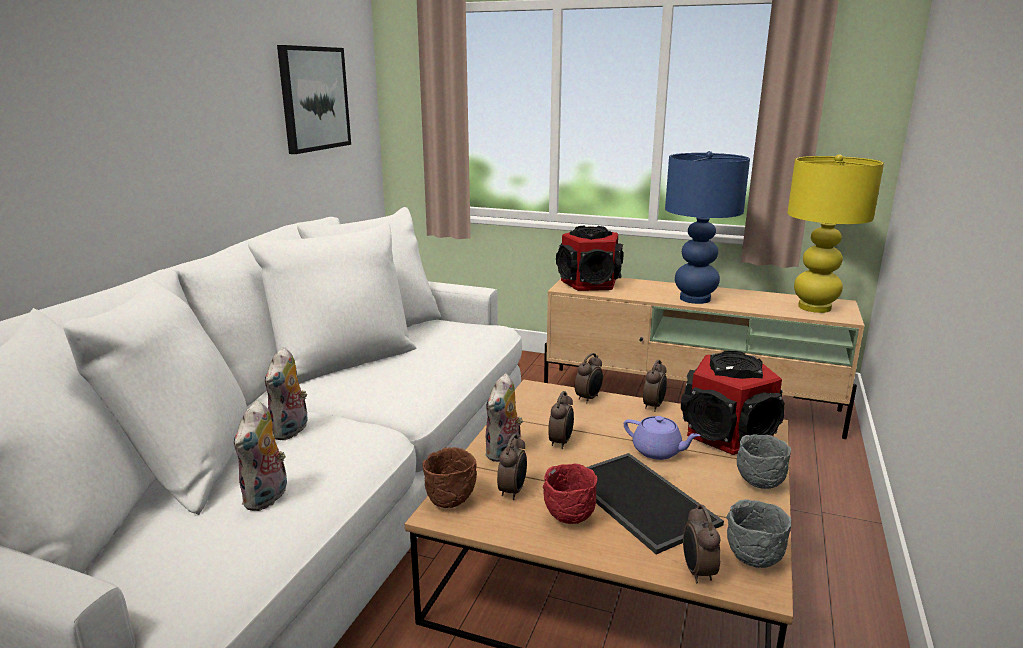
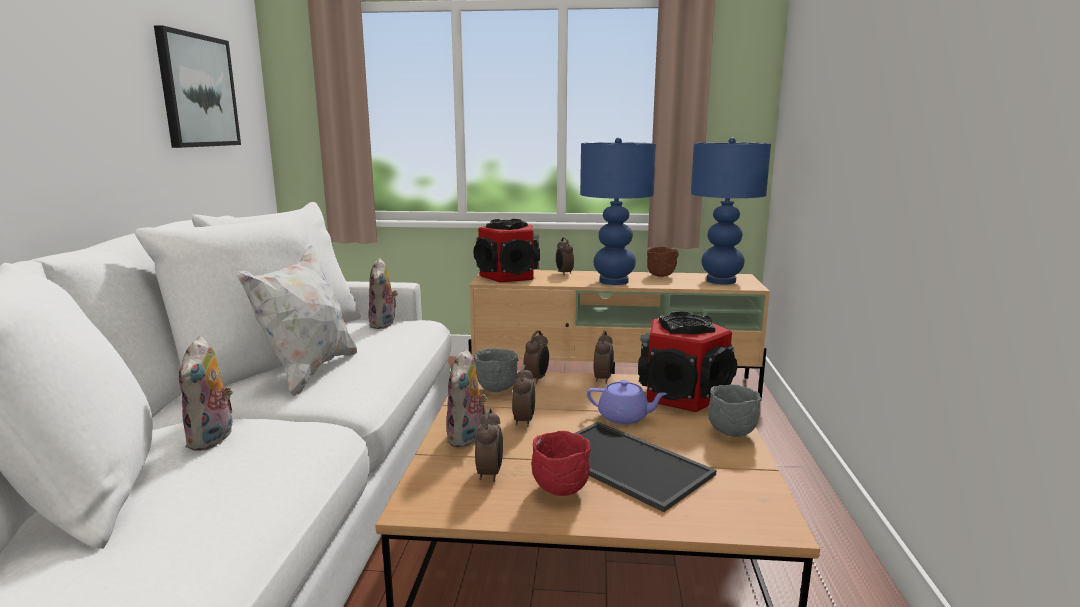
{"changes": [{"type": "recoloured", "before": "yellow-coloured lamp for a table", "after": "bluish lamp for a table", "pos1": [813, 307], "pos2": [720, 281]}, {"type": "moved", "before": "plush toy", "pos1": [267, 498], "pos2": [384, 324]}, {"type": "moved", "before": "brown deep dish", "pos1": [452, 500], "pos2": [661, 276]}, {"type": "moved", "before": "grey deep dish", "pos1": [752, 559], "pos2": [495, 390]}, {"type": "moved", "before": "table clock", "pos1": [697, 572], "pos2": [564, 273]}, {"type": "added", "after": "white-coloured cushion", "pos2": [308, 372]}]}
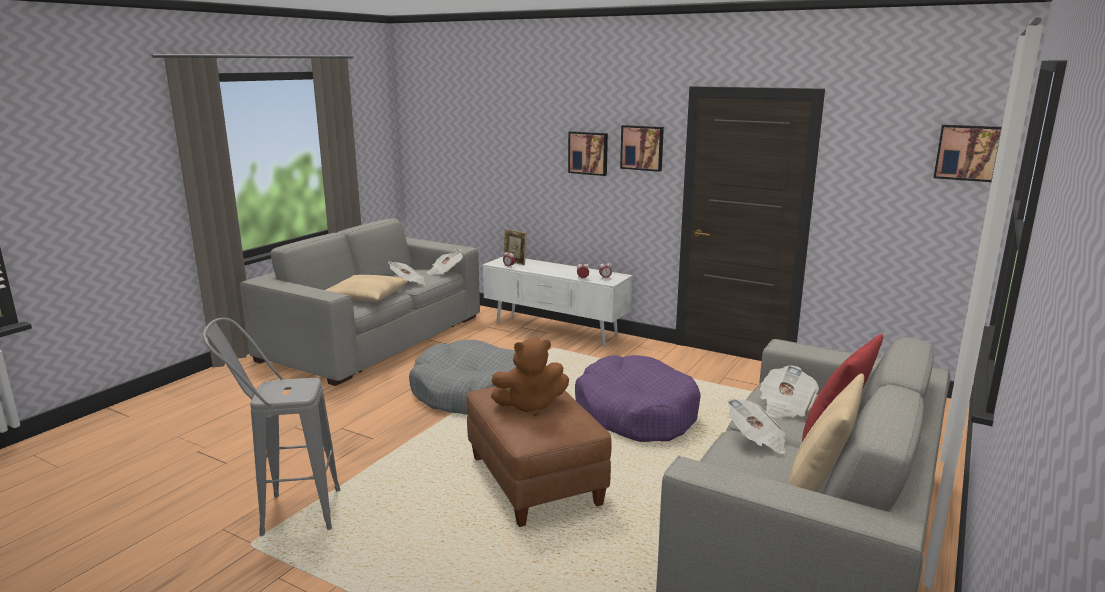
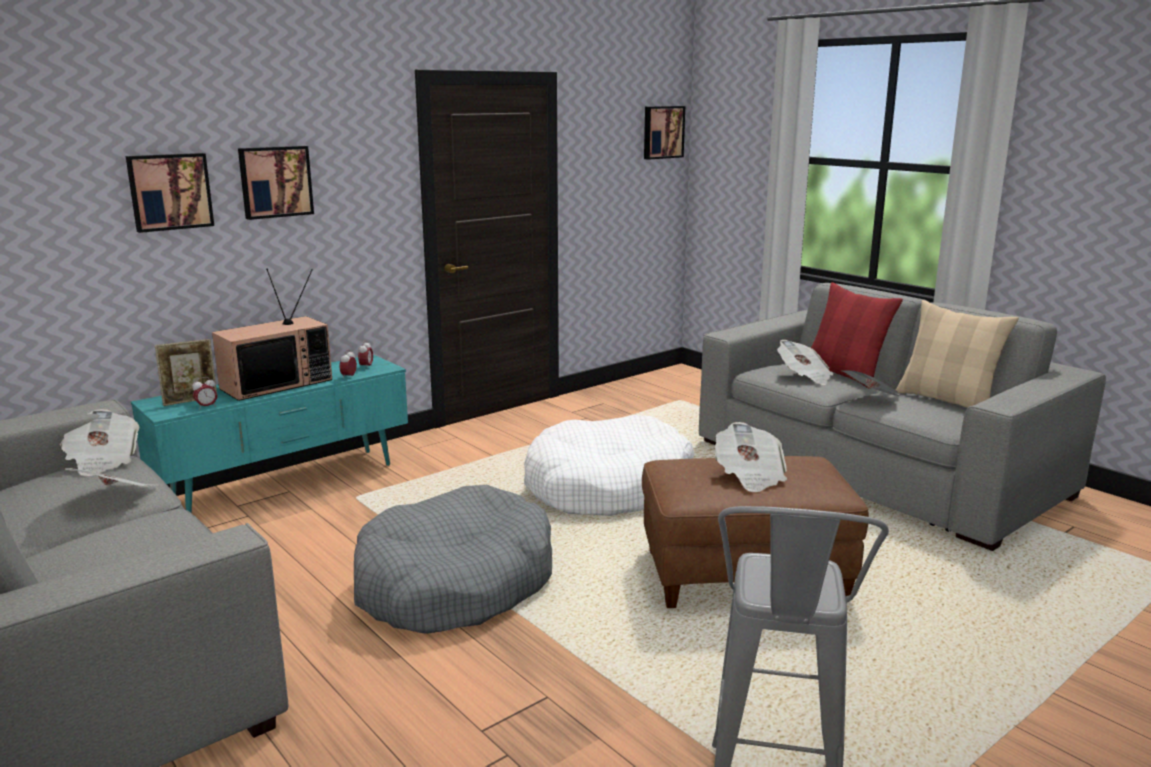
{"changes": [{"type": "moved", "before": "wall art", "pos1": [642, 147], "pos2": [170, 191]}, {"type": "recoloured", "before": "white-coloured tv stand", "after": "blue-green tv stand", "pos1": [555, 330], "pos2": [286, 484]}, {"type": "removed", "before": "beige-coloured cushion", "pos1": [365, 296]}, {"type": "replaced", "before": "brown plush toy", "after": "printed paper", "pos1": [530, 405], "pos2": [749, 476]}, {"type": "recoloured", "before": "purple pet bed", "after": "white-coloured pet bed", "pos1": [636, 413], "pos2": [608, 487]}, {"type": "added", "after": "TV", "pos2": [277, 383]}]}
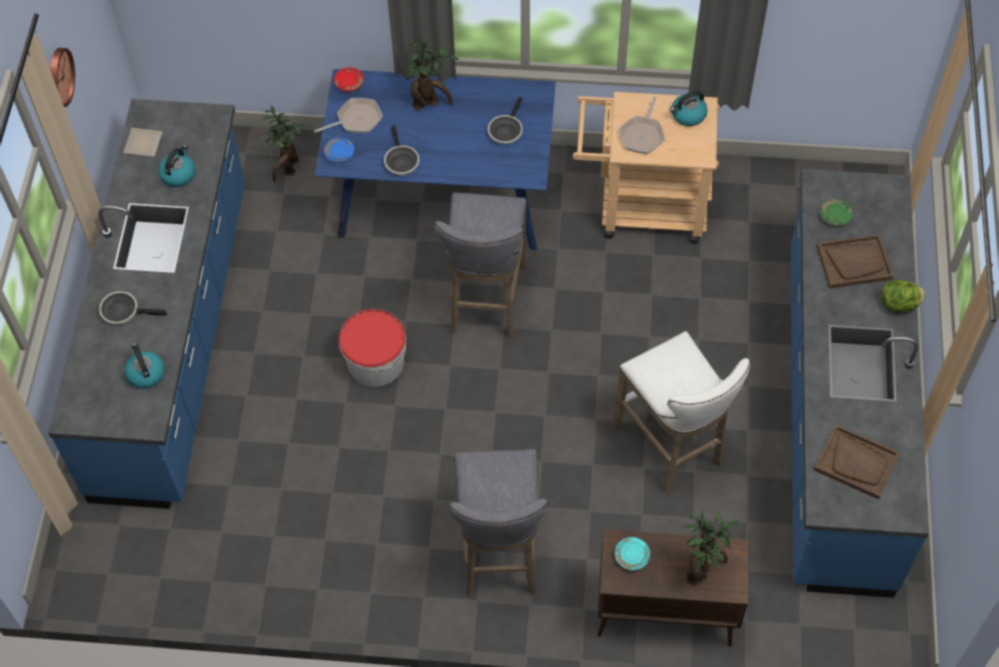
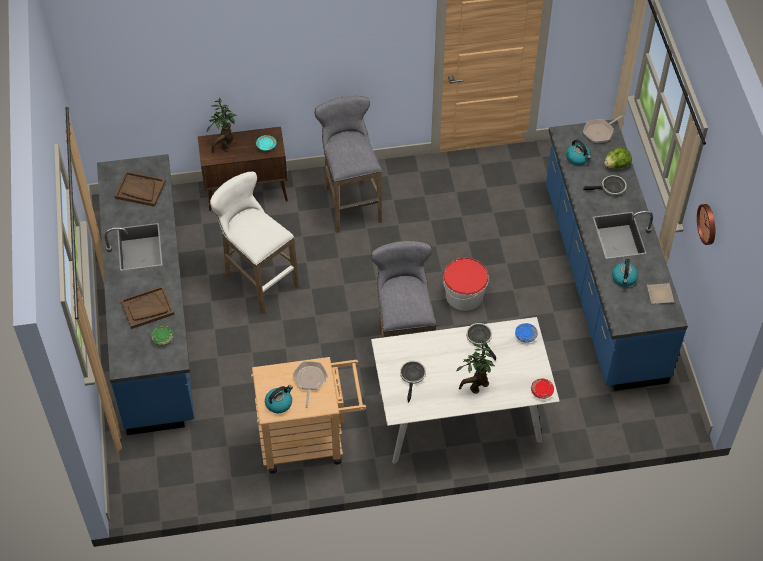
{"changes": [{"type": "recoloured", "before": "bluish kitchen table", "after": "white-coloured kitchen table", "pos1": [441, 200], "pos2": [460, 415]}, {"type": "moved", "before": "frying pan", "pos1": [356, 120], "pos2": [600, 132]}, {"type": "removed", "before": "plant in a pot", "pos1": [288, 168]}, {"type": "moved", "before": "lettuce head", "pos1": [899, 304], "pos2": [616, 165]}]}
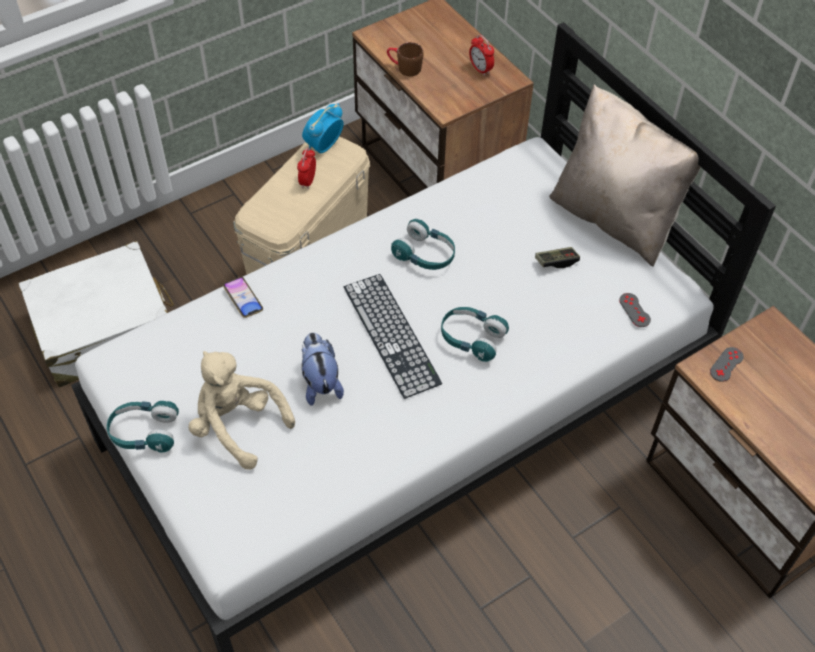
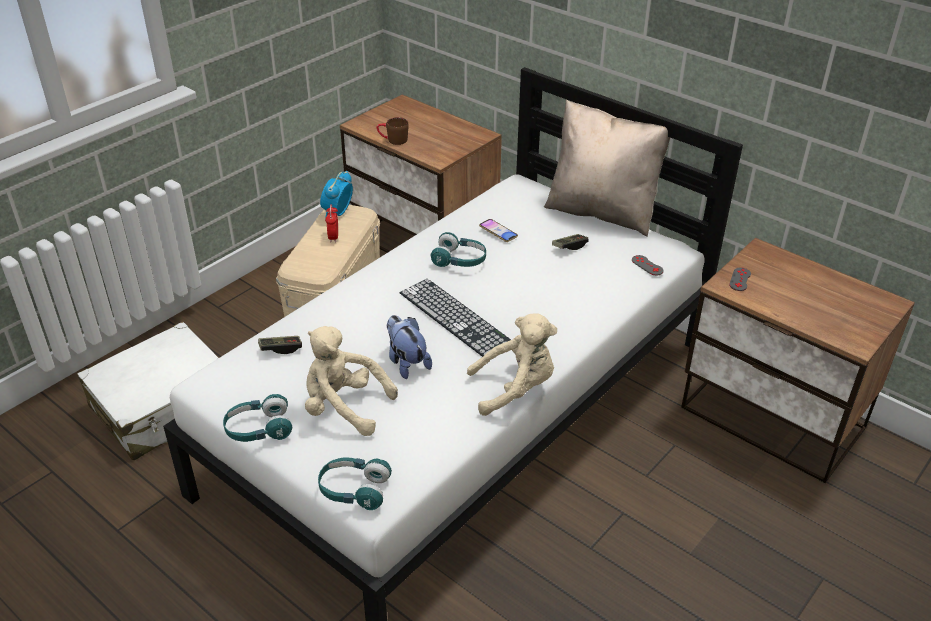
{"changes": [{"type": "removed", "before": "table clock", "pos1": [480, 69]}, {"type": "moved", "before": "telephone", "pos1": [243, 299], "pos2": [498, 233]}, {"type": "moved", "before": "blue-green headset", "pos1": [471, 338], "pos2": [354, 490]}, {"type": "added", "after": "beige-coloured plush toy", "pos2": [515, 389]}, {"type": "added", "after": "game controller", "pos2": [280, 349]}]}
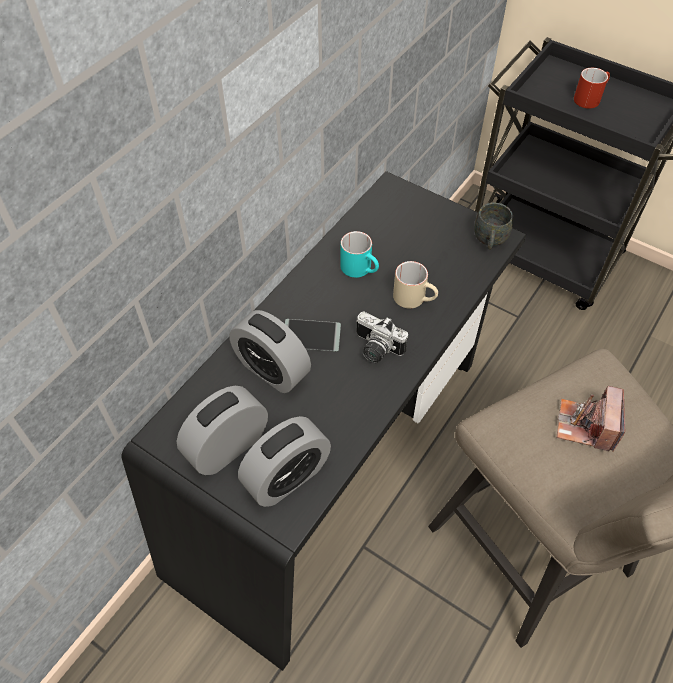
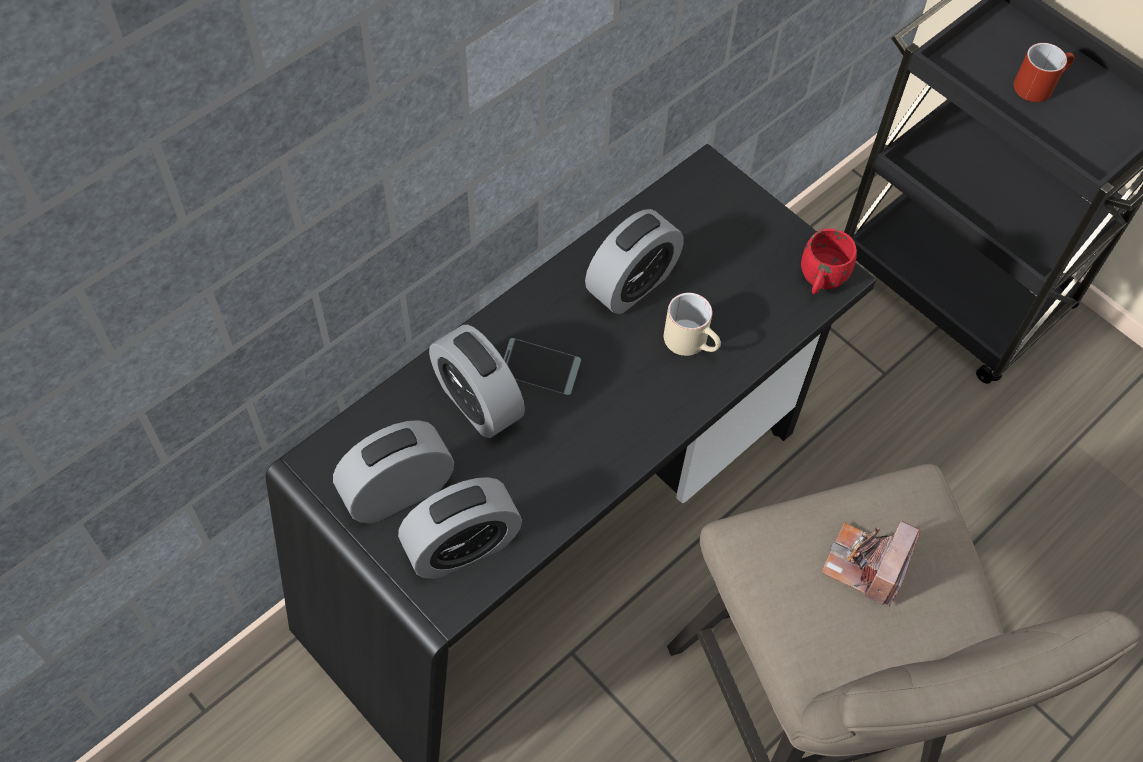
{"changes": [{"type": "recoloured", "before": "grey coffee mug", "after": "red coffee mug", "pos1": [489, 241], "pos2": [820, 280]}, {"type": "replaced", "before": "blue-green coffee mug", "after": "table clock", "pos1": [361, 269], "pos2": [631, 285]}, {"type": "removed", "before": "still camera", "pos1": [375, 349]}]}
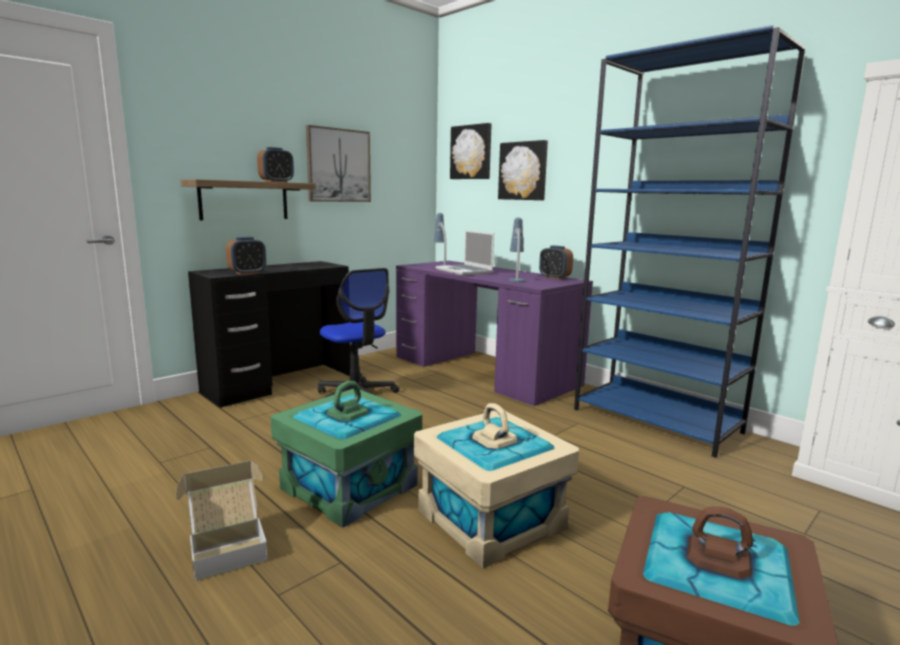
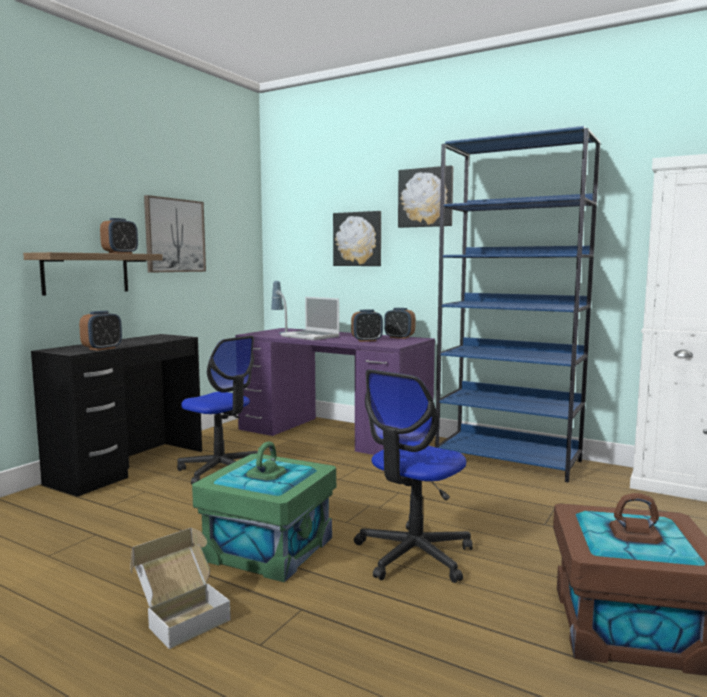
{"changes": [{"type": "moved", "before": "wall art", "pos1": [471, 152], "pos2": [426, 197]}, {"type": "replaced", "before": "lamp for a table", "after": "table clock", "pos1": [516, 279], "pos2": [367, 340]}, {"type": "replaced", "before": "beige-coloured storage bin", "after": "computer chair", "pos1": [490, 519], "pos2": [413, 555]}]}
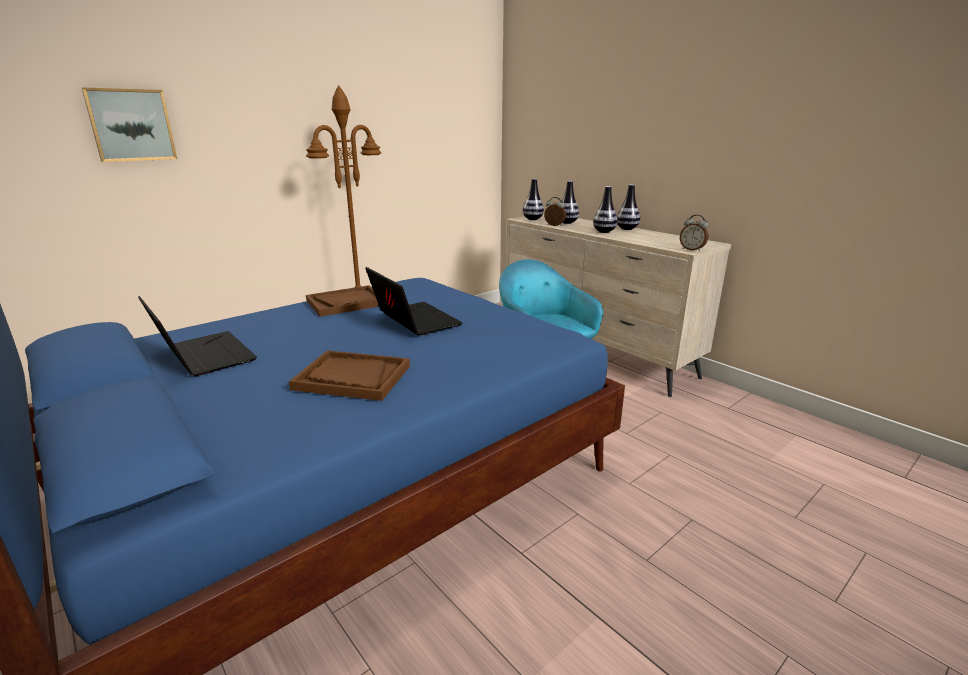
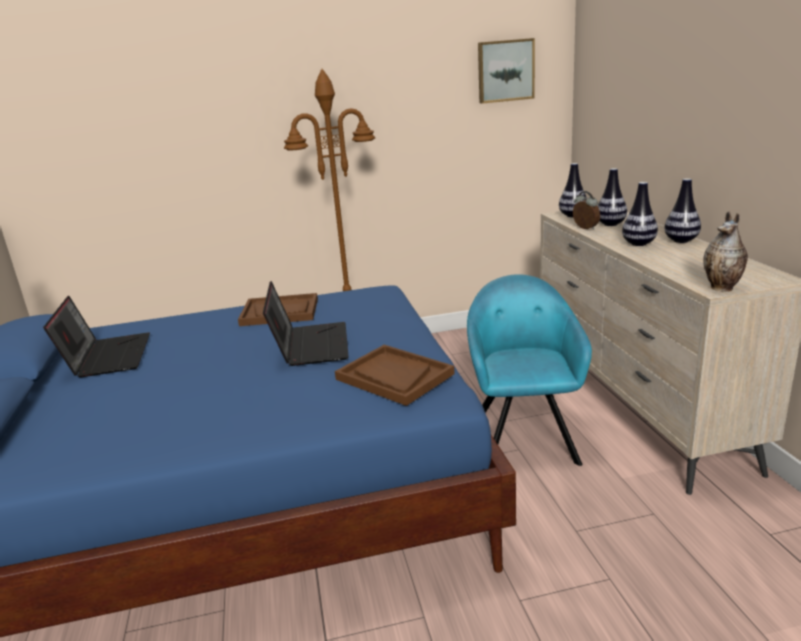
{"changes": [{"type": "moved", "before": "wall art", "pos1": [131, 125], "pos2": [505, 71]}, {"type": "replaced", "before": "table clock", "after": "decorative vase", "pos1": [692, 249], "pos2": [723, 288]}, {"type": "moved", "before": "brown tray", "pos1": [352, 377], "pos2": [394, 377]}]}
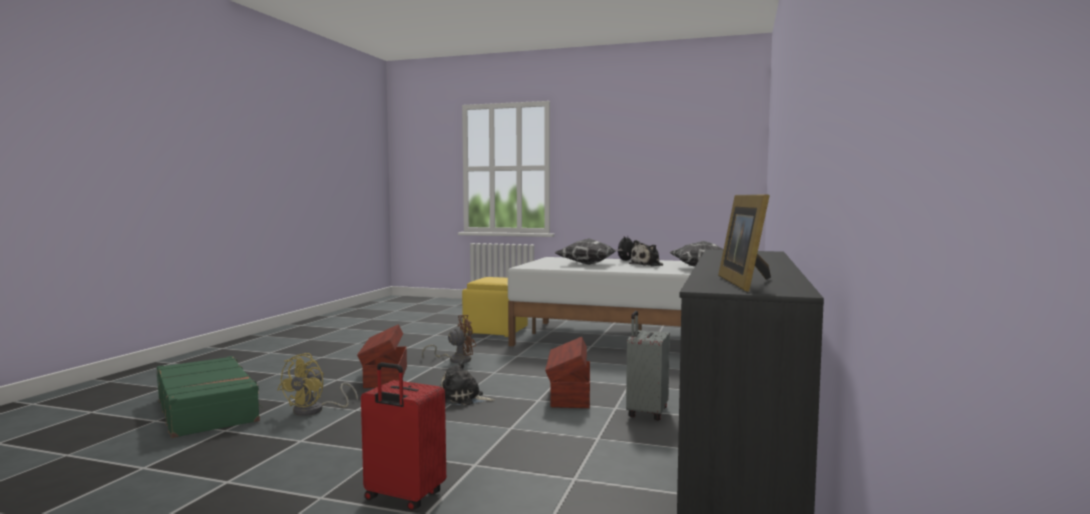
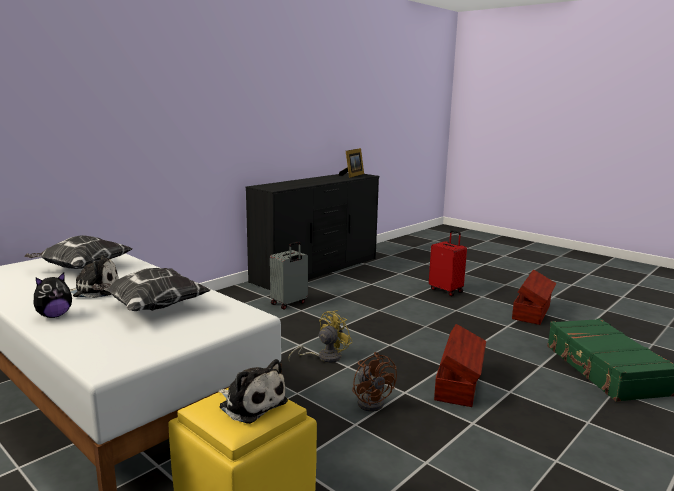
{"changes": [{"type": "turned", "before": "brown cooling fan", "pos1": [456, 360], "pos2": [372, 401], "turn": -120}, {"type": "moved", "before": "brown storage bin", "pos1": [569, 395], "pos2": [532, 312]}, {"type": "moved", "before": "yellow-coloured cooling fan", "pos1": [315, 410], "pos2": [324, 357]}, {"type": "moved", "before": "plush toy", "pos1": [464, 399], "pos2": [251, 403]}]}
